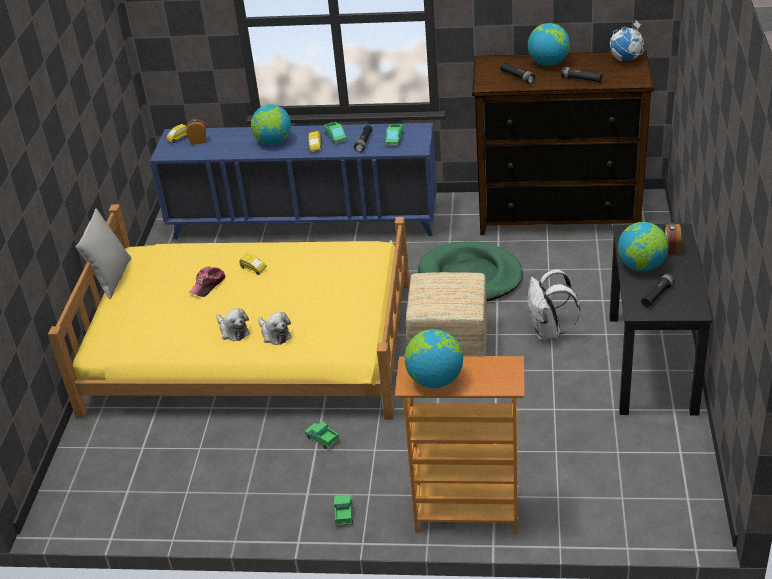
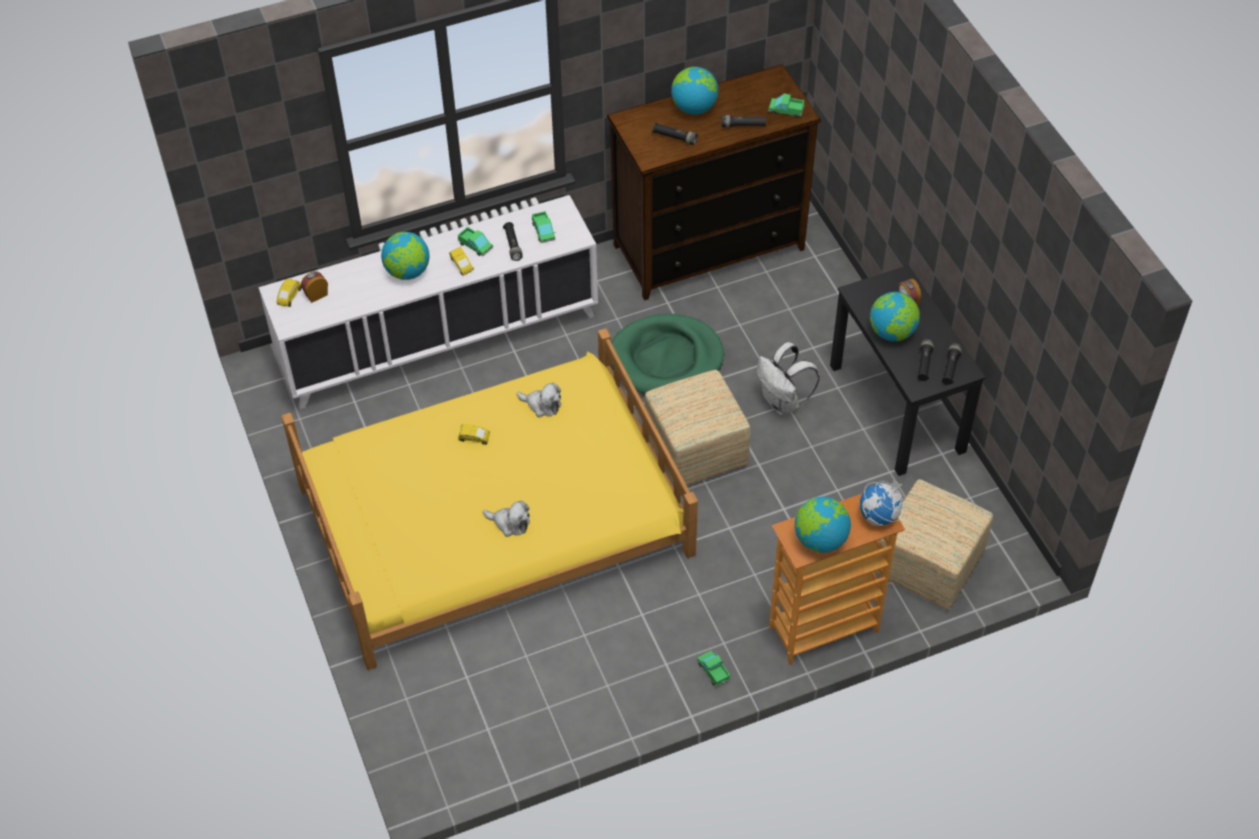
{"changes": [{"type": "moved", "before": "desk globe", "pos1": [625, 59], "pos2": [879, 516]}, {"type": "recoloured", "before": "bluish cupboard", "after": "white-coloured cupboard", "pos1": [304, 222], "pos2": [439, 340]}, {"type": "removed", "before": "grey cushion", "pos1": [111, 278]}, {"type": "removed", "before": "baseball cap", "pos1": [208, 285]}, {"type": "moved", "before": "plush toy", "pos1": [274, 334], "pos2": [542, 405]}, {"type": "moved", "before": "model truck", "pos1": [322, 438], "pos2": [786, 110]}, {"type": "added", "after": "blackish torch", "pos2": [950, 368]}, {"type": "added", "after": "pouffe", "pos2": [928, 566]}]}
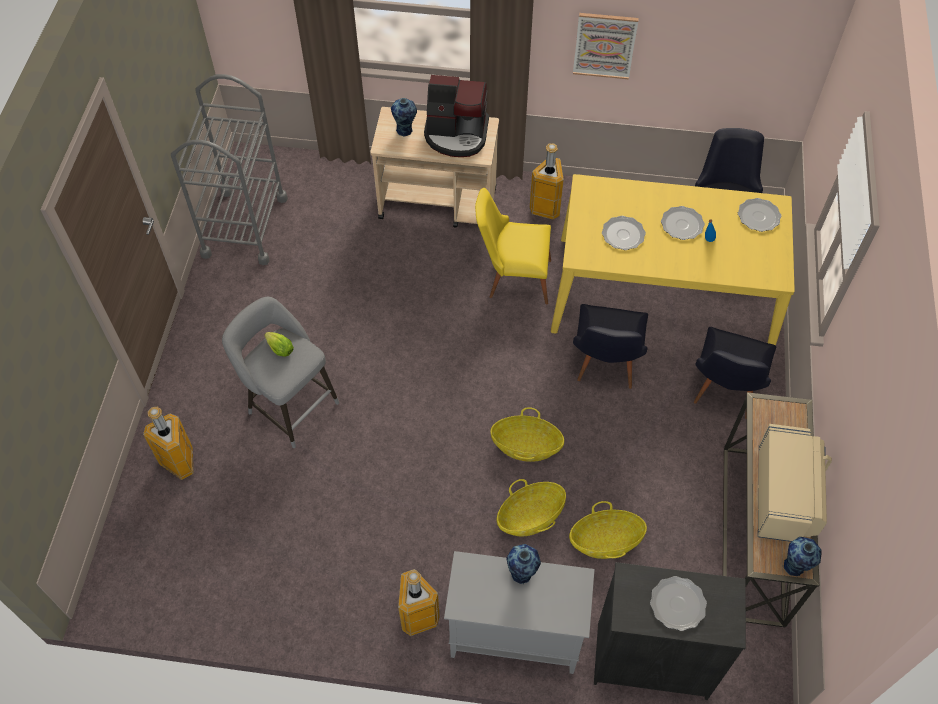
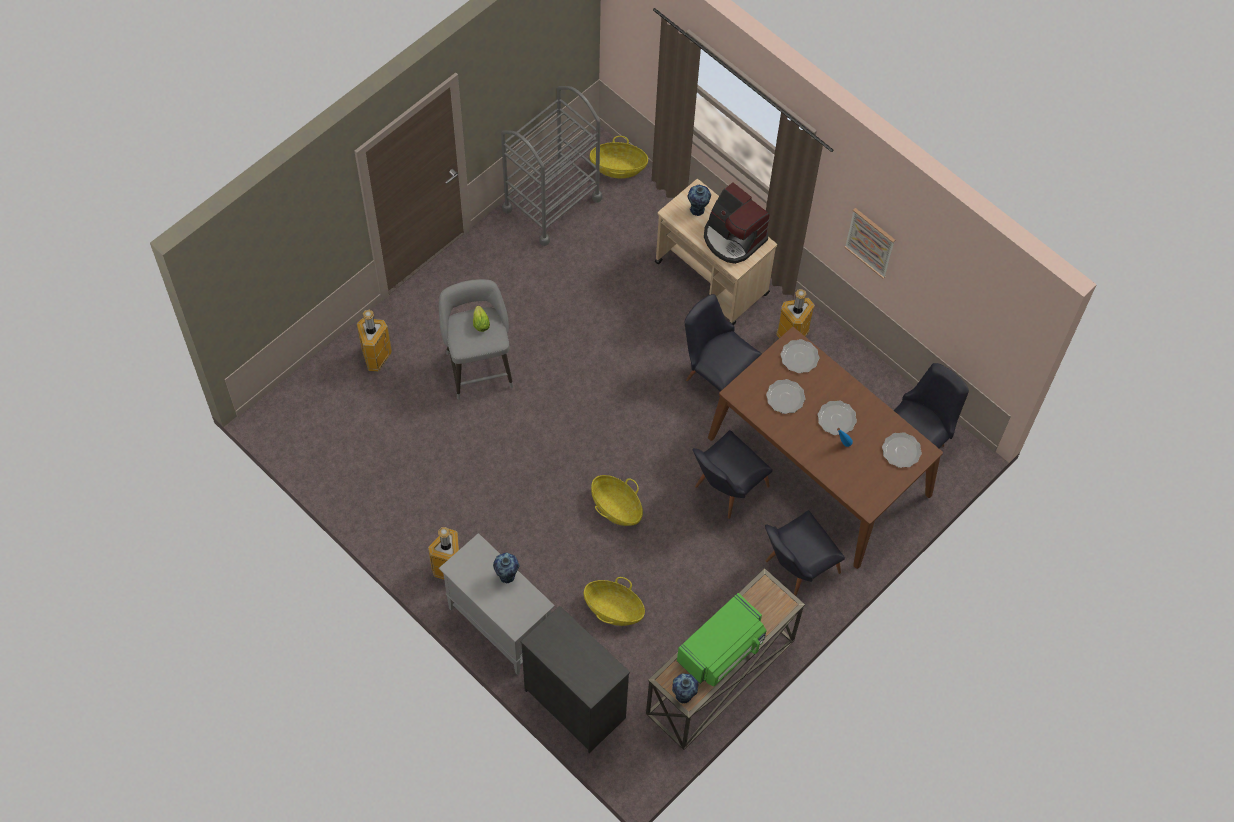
{"changes": [{"type": "recoloured", "before": "yellow-coloured kitchen table", "after": "brown kitchen table", "pos1": [662, 295], "pos2": [819, 466]}, {"type": "recoloured", "before": "yellow-coloured plain chair", "after": "blackish plain chair", "pos1": [512, 277], "pos2": [716, 376]}, {"type": "recoloured", "before": "beige-coloured microwave oven", "after": "green microwave oven", "pos1": [785, 495], "pos2": [722, 650]}, {"type": "moved", "before": "storage basket", "pos1": [530, 516], "pos2": [618, 167]}, {"type": "moved", "before": "dinner plate", "pos1": [677, 604], "pos2": [799, 357]}]}
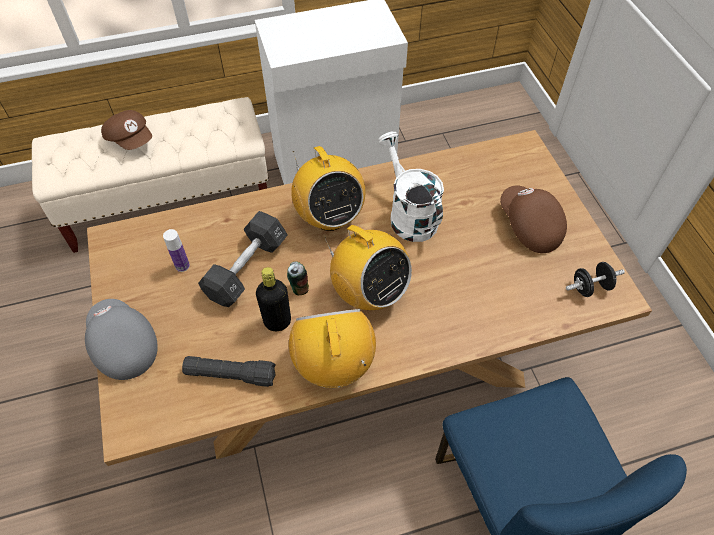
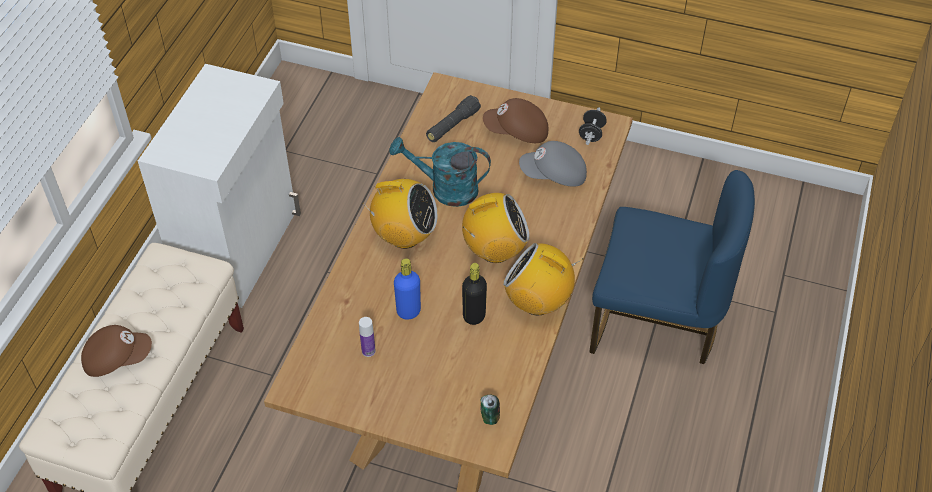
{"changes": [{"type": "recoloured", "before": "white-coloured sprinkling can", "after": "blue-green sprinkling can", "pos1": [408, 214], "pos2": [445, 189]}, {"type": "replaced", "before": "blackish hand weight", "after": "bluish bottle", "pos1": [246, 269], "pos2": [408, 311]}, {"type": "moved", "before": "sealed can", "pos1": [299, 288], "pos2": [489, 418]}, {"type": "moved", "before": "grey baseball cap", "pos1": [122, 345], "pos2": [554, 175]}, {"type": "moved", "before": "blackish torch", "pos1": [230, 375], "pos2": [453, 125]}]}
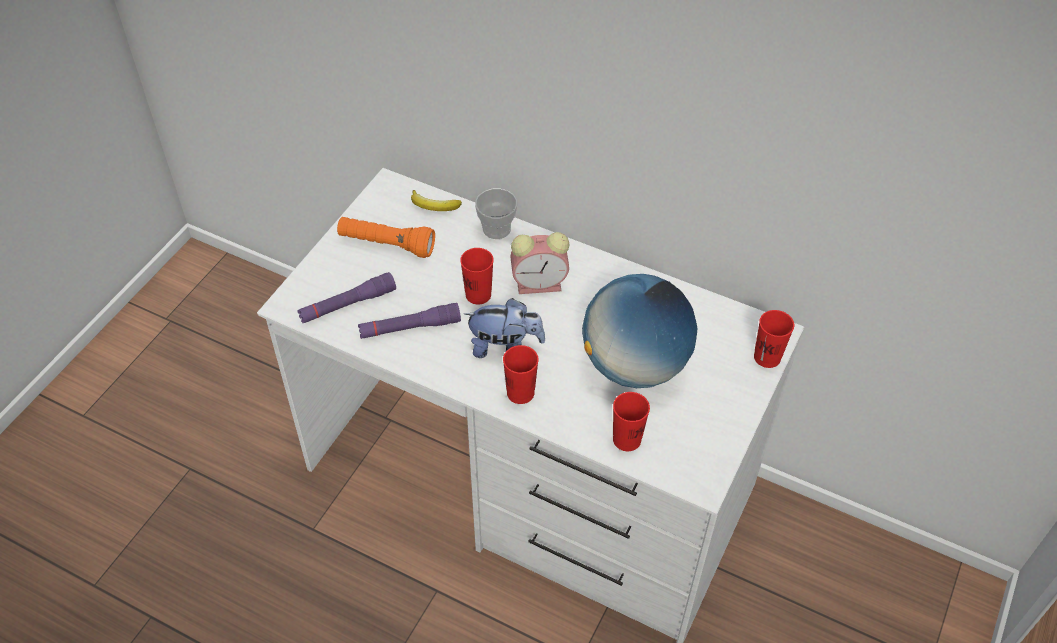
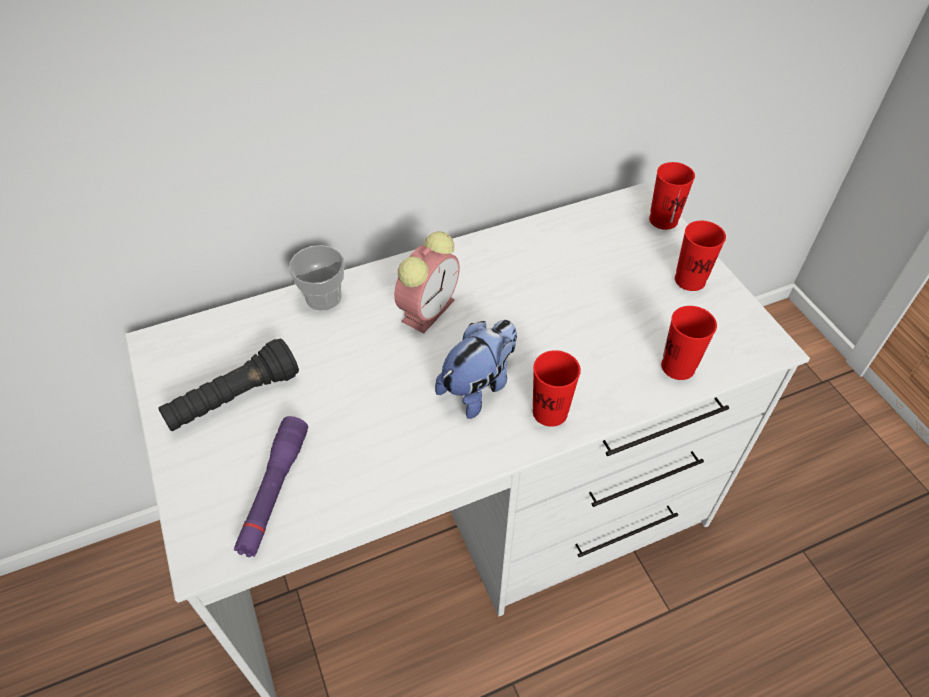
{"changes": [{"type": "removed", "before": "whole banana", "pos1": [434, 206]}, {"type": "recoloured", "before": "orange-coloured torch", "after": "blackish torch", "pos1": [386, 245], "pos2": [234, 399]}, {"type": "moved", "before": "red cup", "pos1": [478, 295], "pos2": [690, 280]}, {"type": "removed", "before": "desk globe", "pos1": [634, 365]}, {"type": "removed", "before": "purple torch", "pos1": [410, 327]}]}
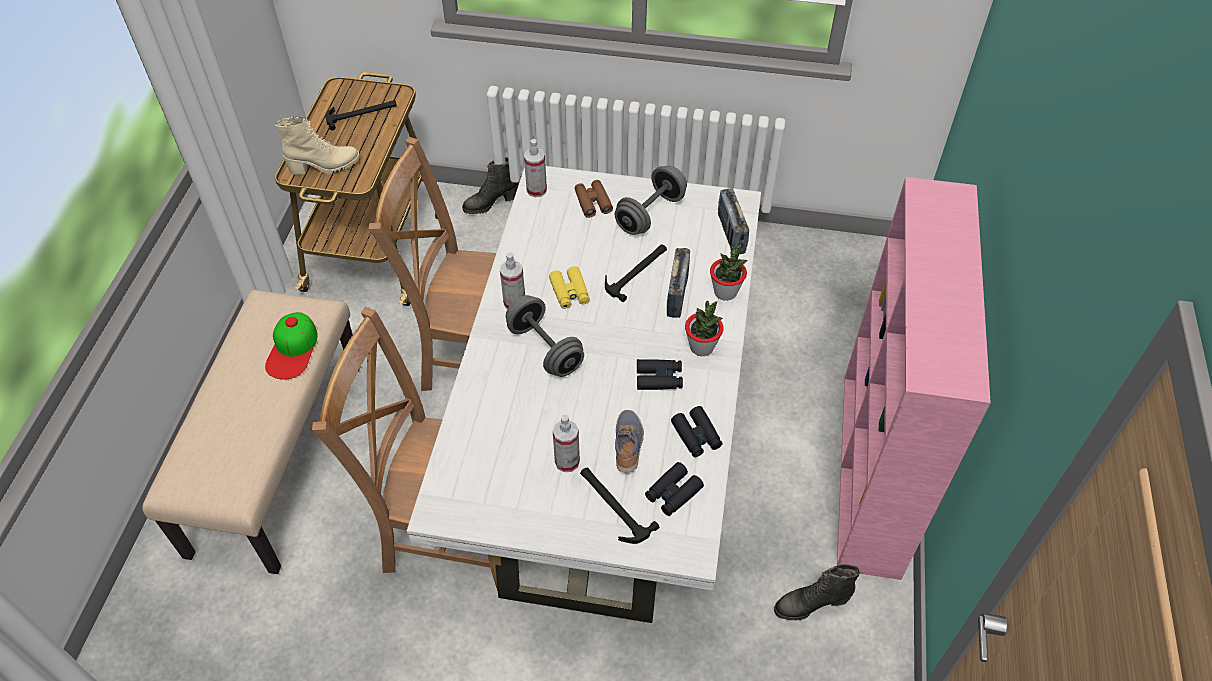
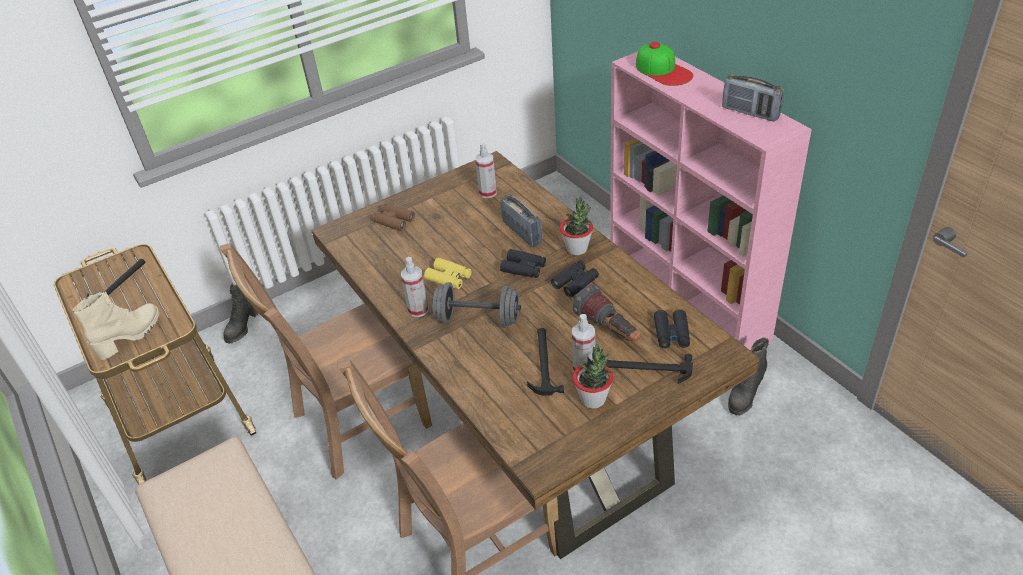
{"changes": [{"type": "moved", "before": "sprayer", "pos1": [536, 190], "pos2": [488, 193]}, {"type": "removed", "before": "grey hand weight", "pos1": [650, 214]}, {"type": "recoloured", "before": "white-coloured kitchen table", "after": "brown kitchen table", "pos1": [605, 454], "pos2": [521, 414]}, {"type": "moved", "before": "radio", "pos1": [731, 234], "pos2": [750, 113]}, {"type": "moved", "before": "hand hammer", "pos1": [636, 271], "pos2": [543, 363]}, {"type": "moved", "before": "plant in a pot", "pos1": [725, 292], "pos2": [593, 399]}, {"type": "moved", "before": "baseball cap", "pos1": [292, 349], "pos2": [663, 70]}, {"type": "moved", "before": "blackish field glasses", "pos1": [696, 436], "pos2": [523, 268]}, {"type": "replaced", "before": "low shoe", "after": "torch", "pos1": [628, 445], "pos2": [609, 330]}]}
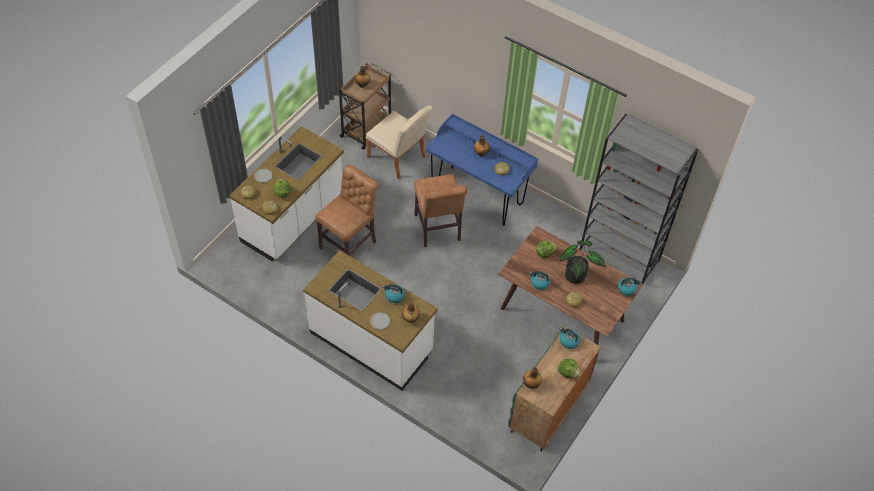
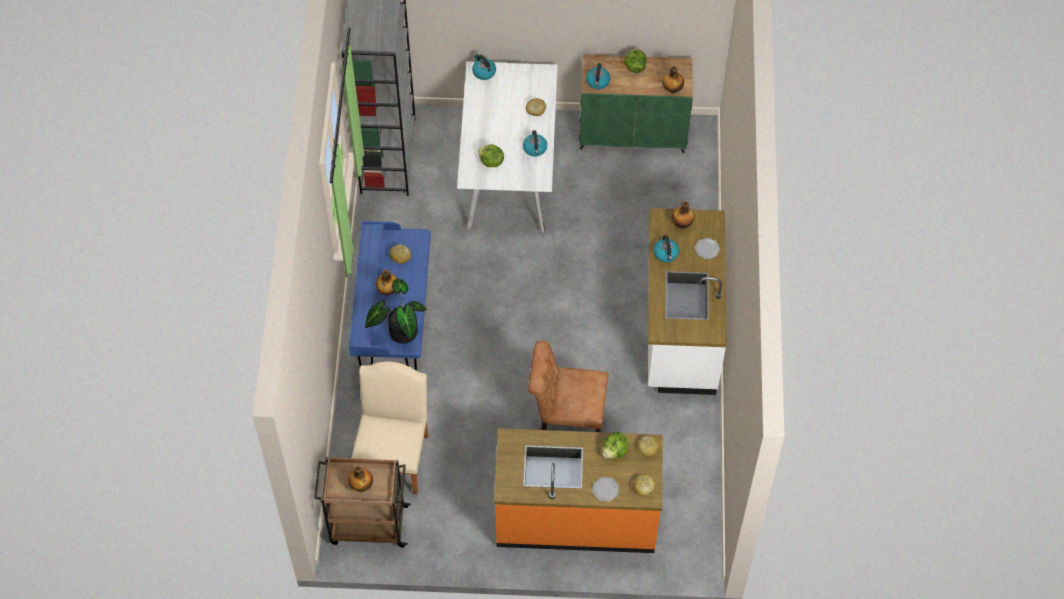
{"changes": [{"type": "recoloured", "before": "white-coloured kitchen counter", "after": "orange-coloured kitchen counter", "pos1": [293, 219], "pos2": [576, 515]}, {"type": "removed", "before": "brown plain chair", "pos1": [438, 230]}, {"type": "recoloured", "before": "brown kitchen table", "after": "white-coloured kitchen table", "pos1": [561, 315], "pos2": [509, 173]}, {"type": "moved", "before": "plant in a pot", "pos1": [577, 274], "pos2": [400, 331]}]}
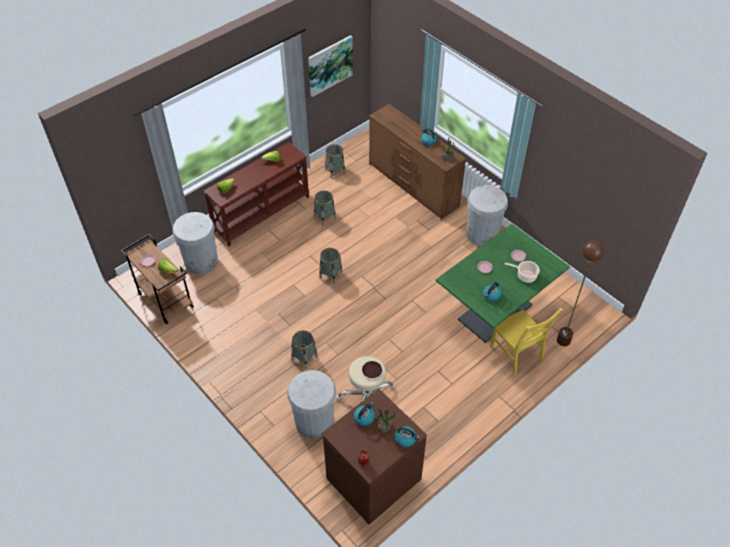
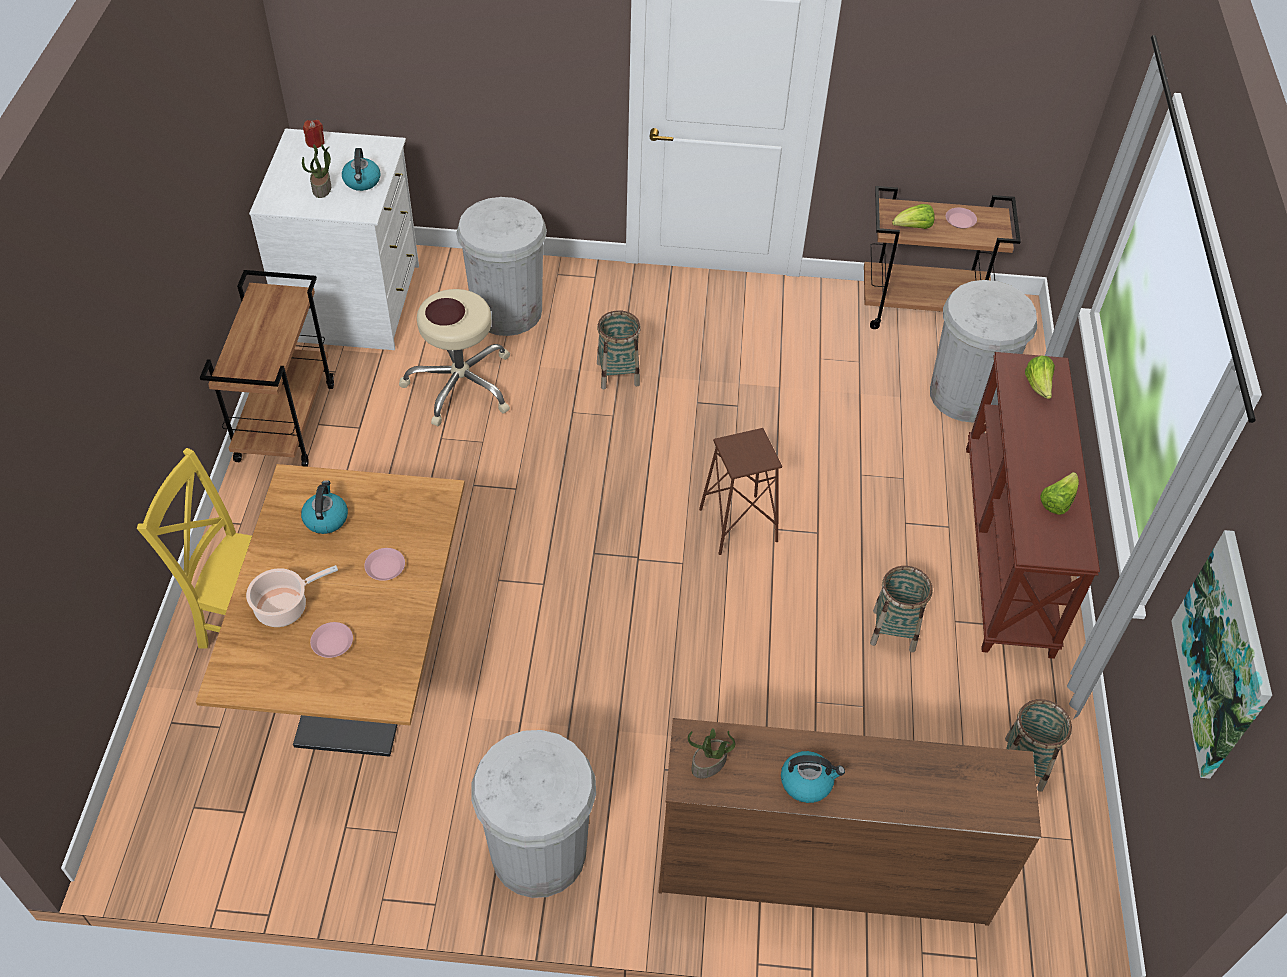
{"changes": [{"type": "recoloured", "before": "green kitchen table", "after": "brown kitchen table", "pos1": [495, 312], "pos2": [361, 674]}, {"type": "removed", "before": "brown standard lamp", "pos1": [563, 341]}, {"type": "replaced", "before": "storage basket", "after": "brown stool seat", "pos1": [331, 275], "pos2": [738, 525]}, {"type": "recoloured", "before": "brown dresser", "after": "white-coloured dresser", "pos1": [372, 477], "pos2": [354, 303]}, {"type": "removed", "before": "water kettle", "pos1": [405, 439]}, {"type": "added", "after": "brown trolley", "pos2": [285, 422]}]}
